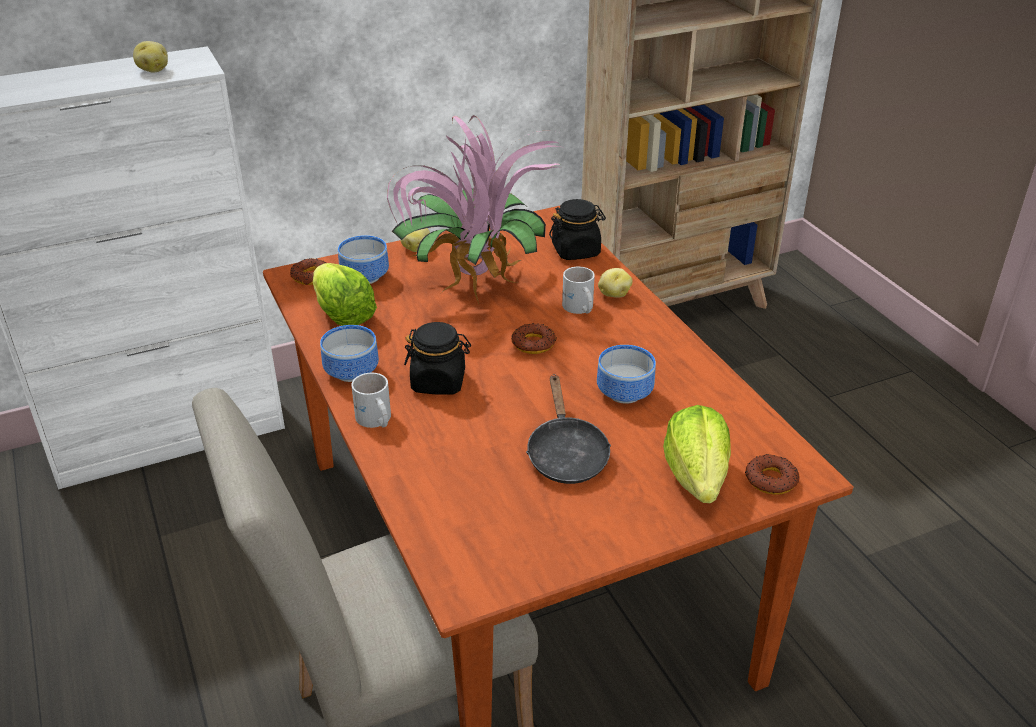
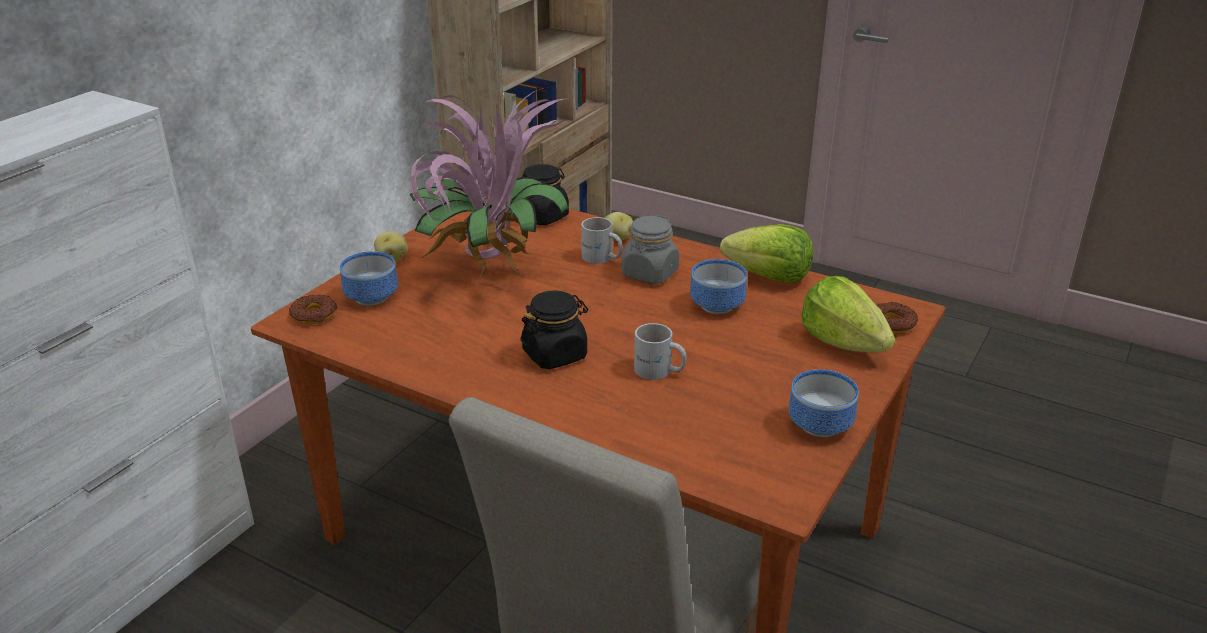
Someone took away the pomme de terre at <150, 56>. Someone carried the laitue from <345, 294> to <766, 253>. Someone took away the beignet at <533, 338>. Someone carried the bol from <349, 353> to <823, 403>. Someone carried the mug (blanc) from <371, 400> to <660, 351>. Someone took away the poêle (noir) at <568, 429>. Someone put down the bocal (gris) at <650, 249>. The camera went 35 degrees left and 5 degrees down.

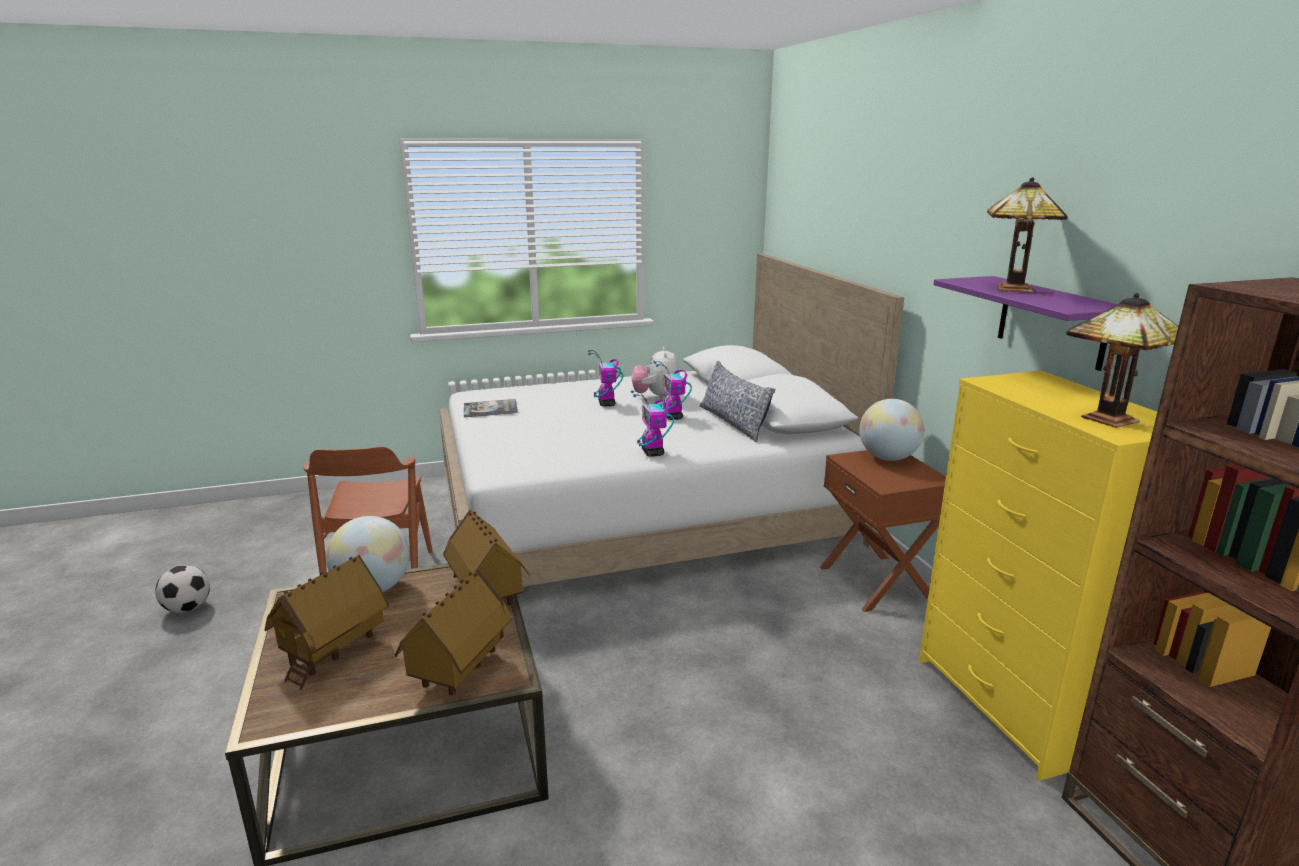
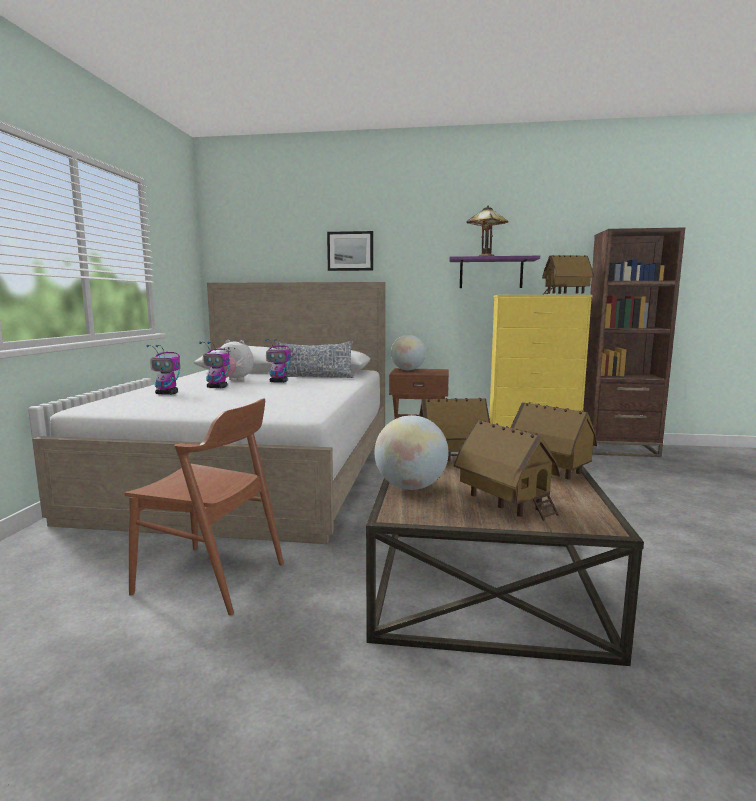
Someone swapped the lampe de table at <1122, 360> for the maison miniature at <568, 275>. Someone carried the robot jouet from <652, 423> to <163, 370>. Someone took away the livre at <491, 408>. Someone took away the ballon de foot at <182, 589>. Someone put up the tableau at <350, 251>. The camera went 65 degrees left and 10 degrees down.

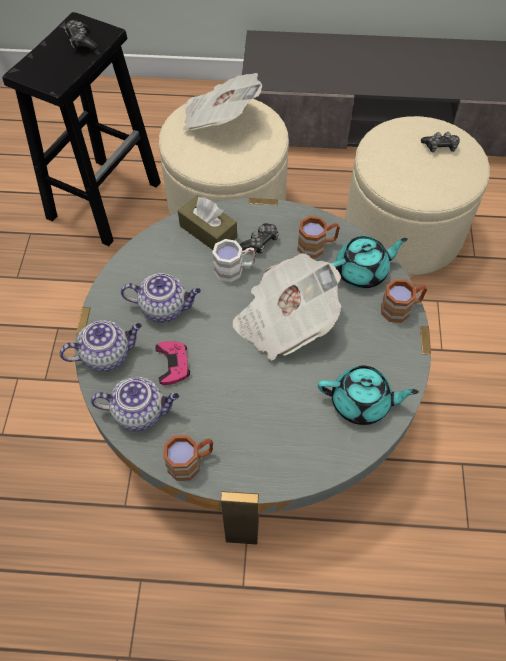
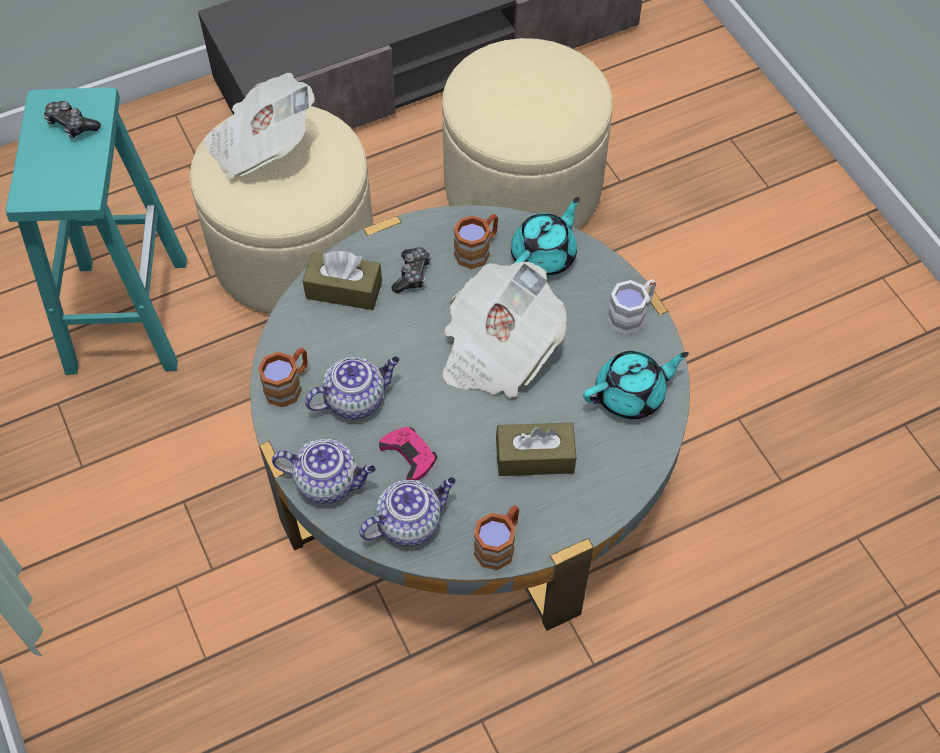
Someone repainted the tabouret (noir) at <81, 129>, which became the tabouret (turquoise) at <96, 231>. Someone took away the manette at <440, 142>. Someone carried the mug (blanc) from <234, 260> to <631, 307>. Someone carried the mug (marron) from <404, 301> to <283, 377>. Someone rotated the théière at <101, 346> by 60 degrees clockwise. Someone put down the boîte à mouchoirs (marron) at <536, 449>. The camera went 30 degrees left and 0 degrees up.

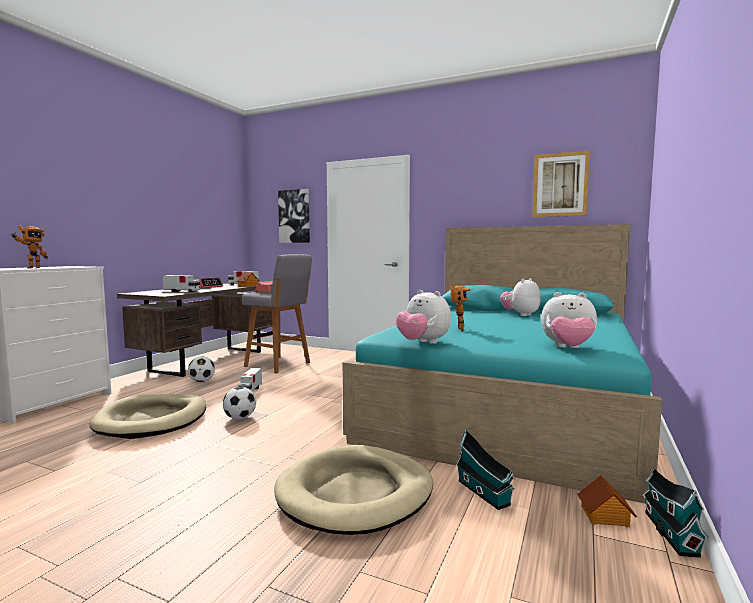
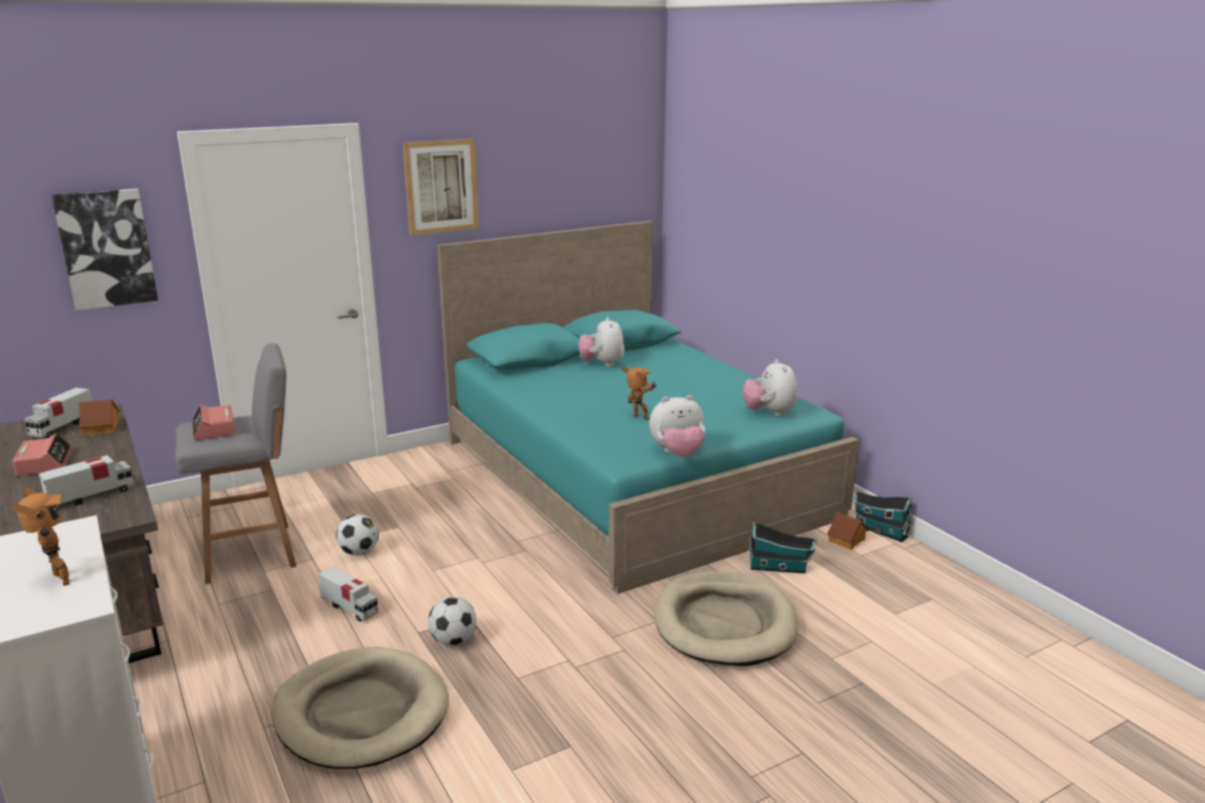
Someone carried the tableau from <561, 183> to <441, 187>. Someone rotated the peluche at <569, 320> by 120 degrees clockwise. Someone carried the ballon de foot from <201, 369> to <357, 535>. The camera went 55 degrees left and 15 degrees up.

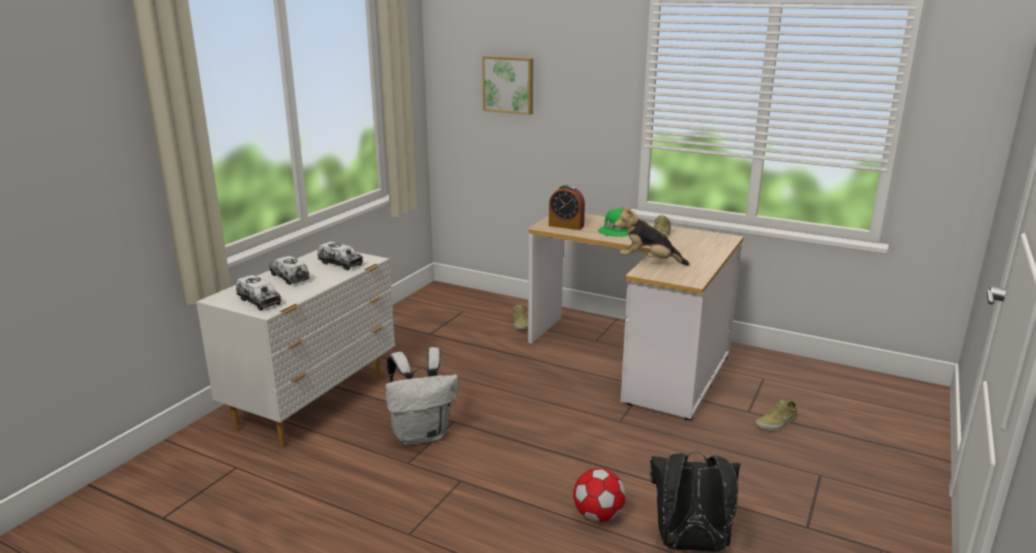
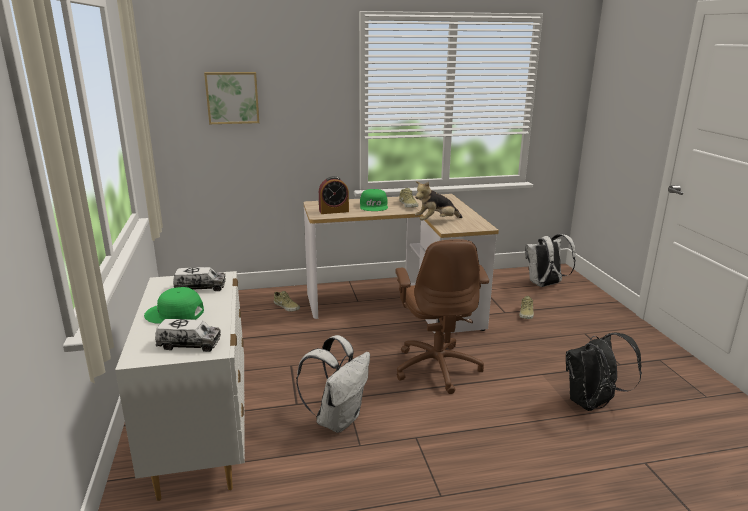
Someone swapped the camion jouet at <289, 270> for the casquette (vert) at <174, 305>. Someone took away the ballon de foot at <599, 495>. Someone put down the sac à dos (blanc) at <550, 260>. Someone put down the chaise de bureau (marron) at <442, 316>. The camera went 40 degrees left and 0 degrees up.

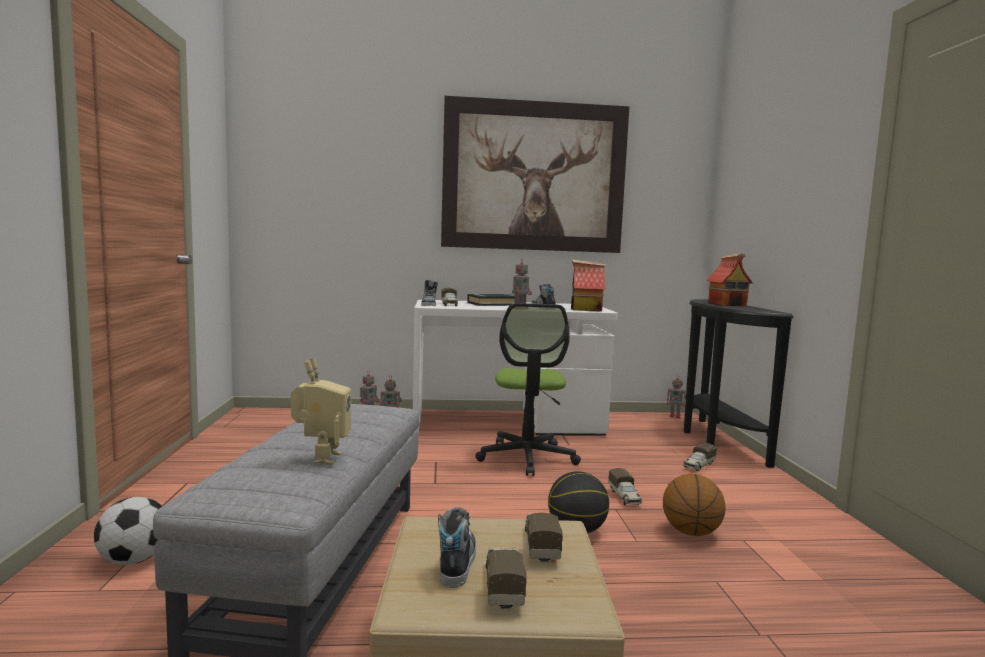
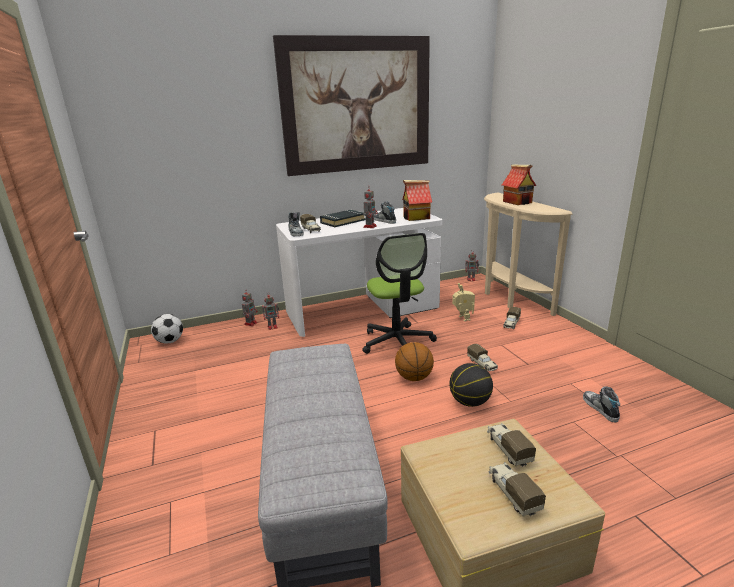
Someone repainted the table console (noir) at <739, 383>, which became the table console (beige) at <528, 254>. Someone carried the robot jouet from <321, 411> to <463, 302>. Someone carried the ballon de basket from <694, 505> to <414, 361>. Someone carried the ballon de foot from <128, 531> to <167, 329>. Someone carried the chaussure from <457, 547> to <601, 404>. The camera went 15 degrees left and 15 degrees up.

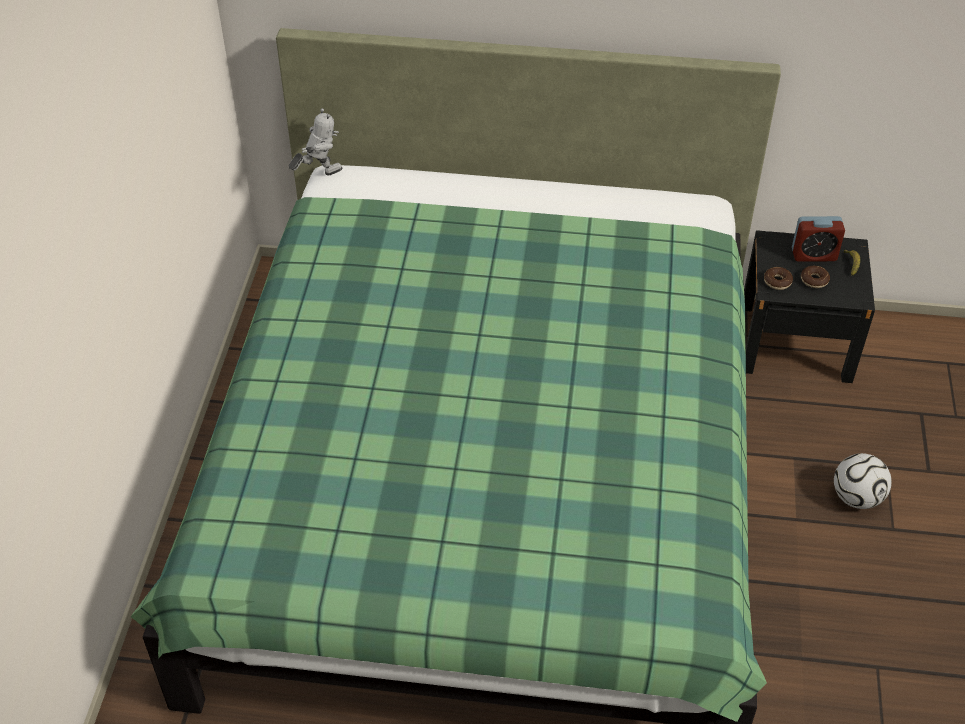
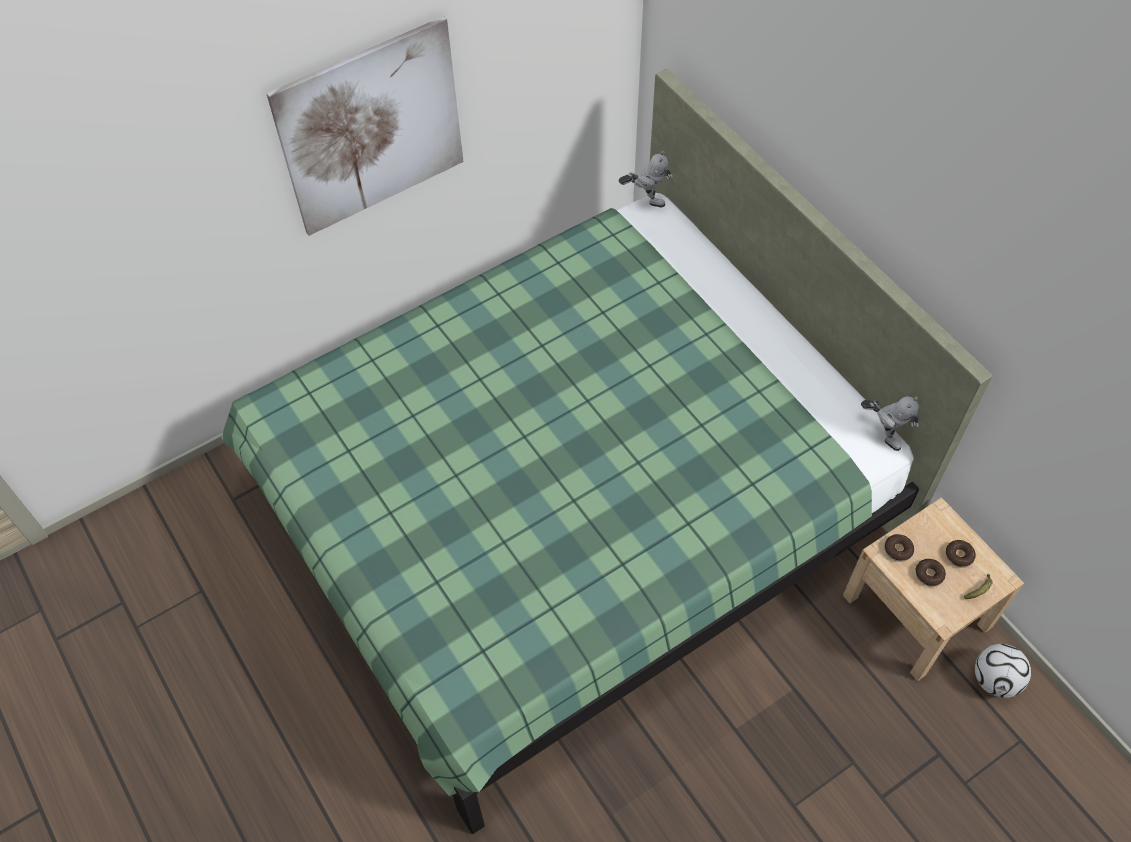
Someone swapped the réveil at <818, 239> for the beignet at <960, 554>. Someone repainted the table de chevet (noir) at <809, 306>, which became the table de chevet (beige) at <933, 589>. Someone carried the ballon de foot from <863, 481> to <1003, 671>. Someone put up the tableau at <365, 126>. Someone put down the robot jouet at <890, 423>. The camera went 50 degrees right and 10 degrees up.

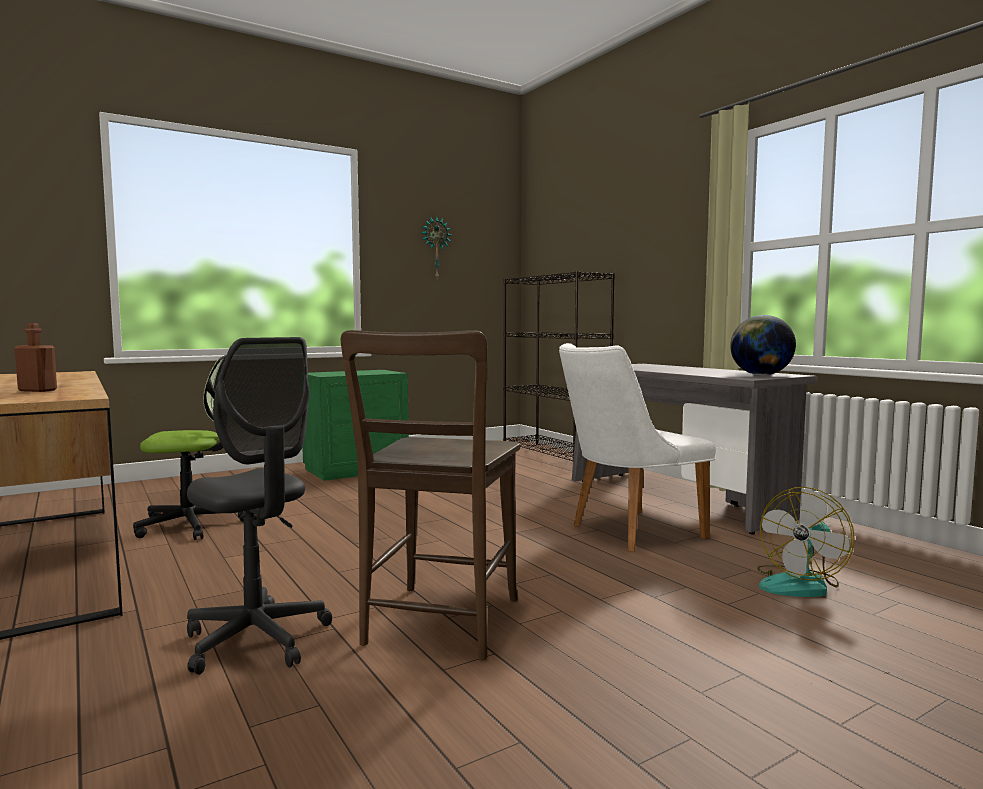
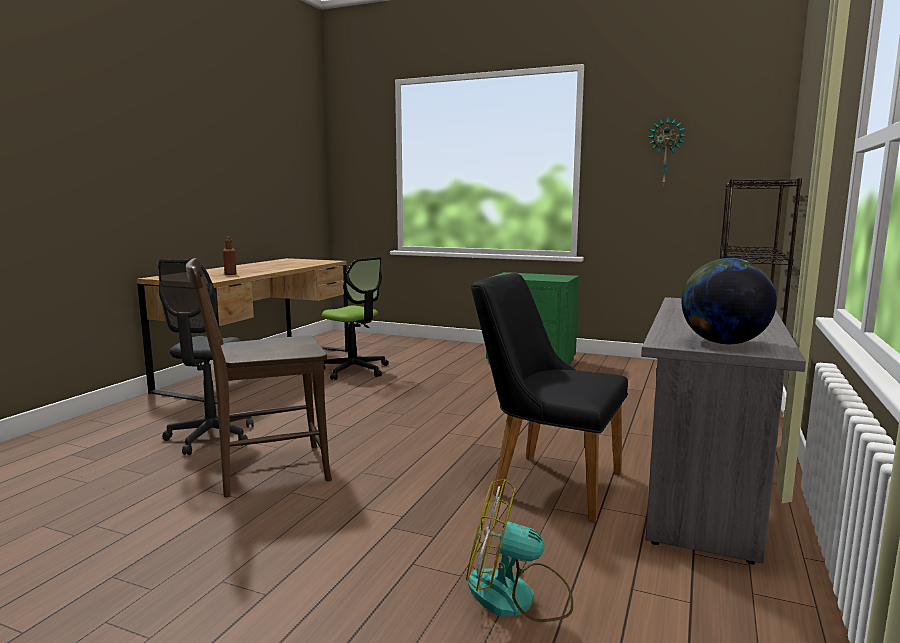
Someone repainted the chaise (blanc) at <637, 447>, which became the chaise (noir) at <549, 398>. The camera went 55 degrees right and 5 degrees up.

